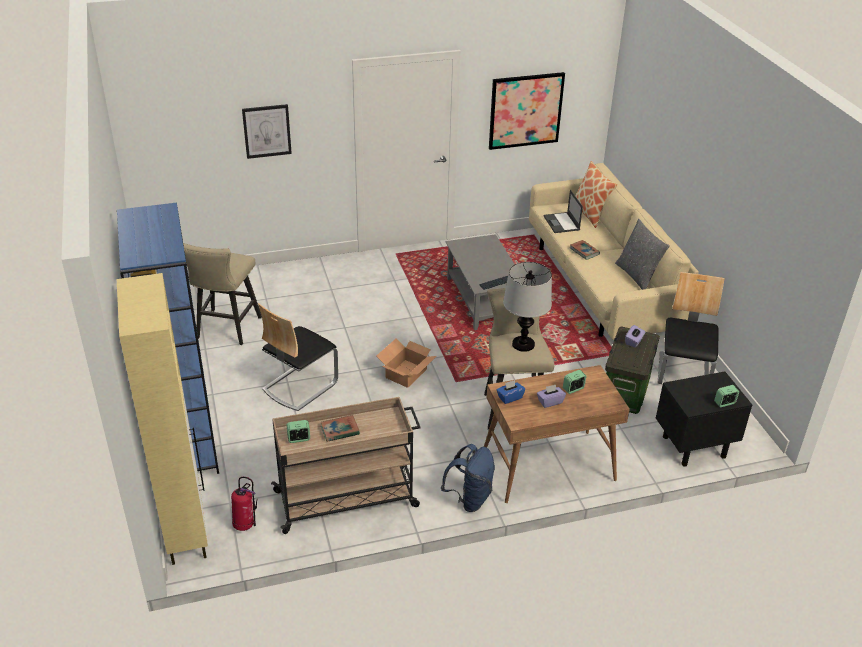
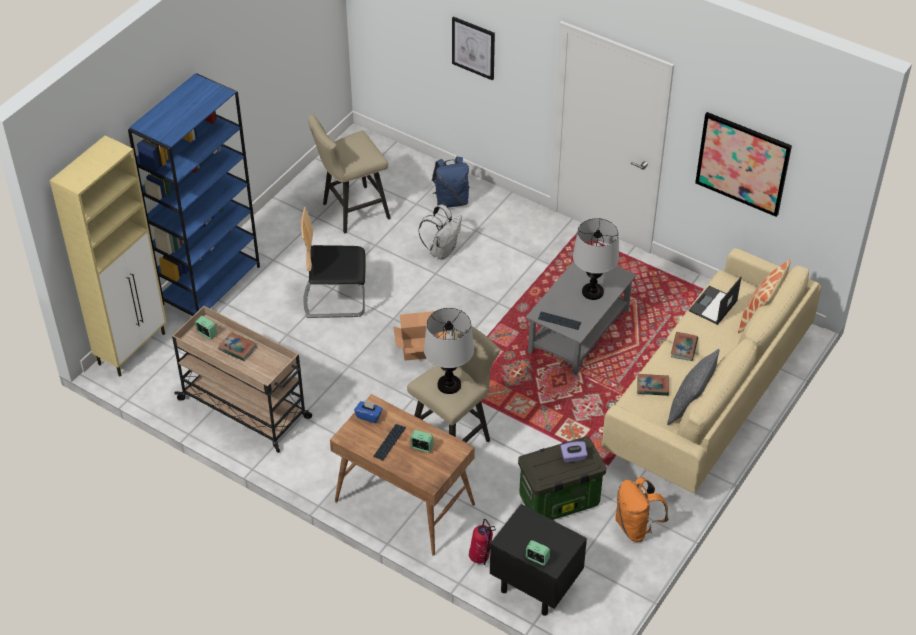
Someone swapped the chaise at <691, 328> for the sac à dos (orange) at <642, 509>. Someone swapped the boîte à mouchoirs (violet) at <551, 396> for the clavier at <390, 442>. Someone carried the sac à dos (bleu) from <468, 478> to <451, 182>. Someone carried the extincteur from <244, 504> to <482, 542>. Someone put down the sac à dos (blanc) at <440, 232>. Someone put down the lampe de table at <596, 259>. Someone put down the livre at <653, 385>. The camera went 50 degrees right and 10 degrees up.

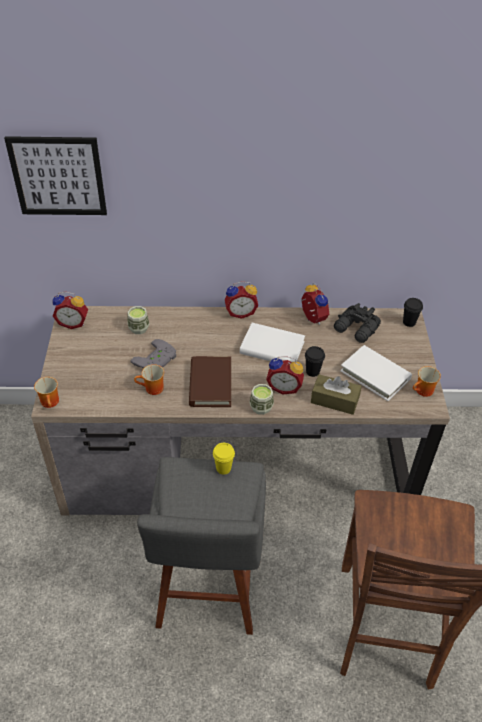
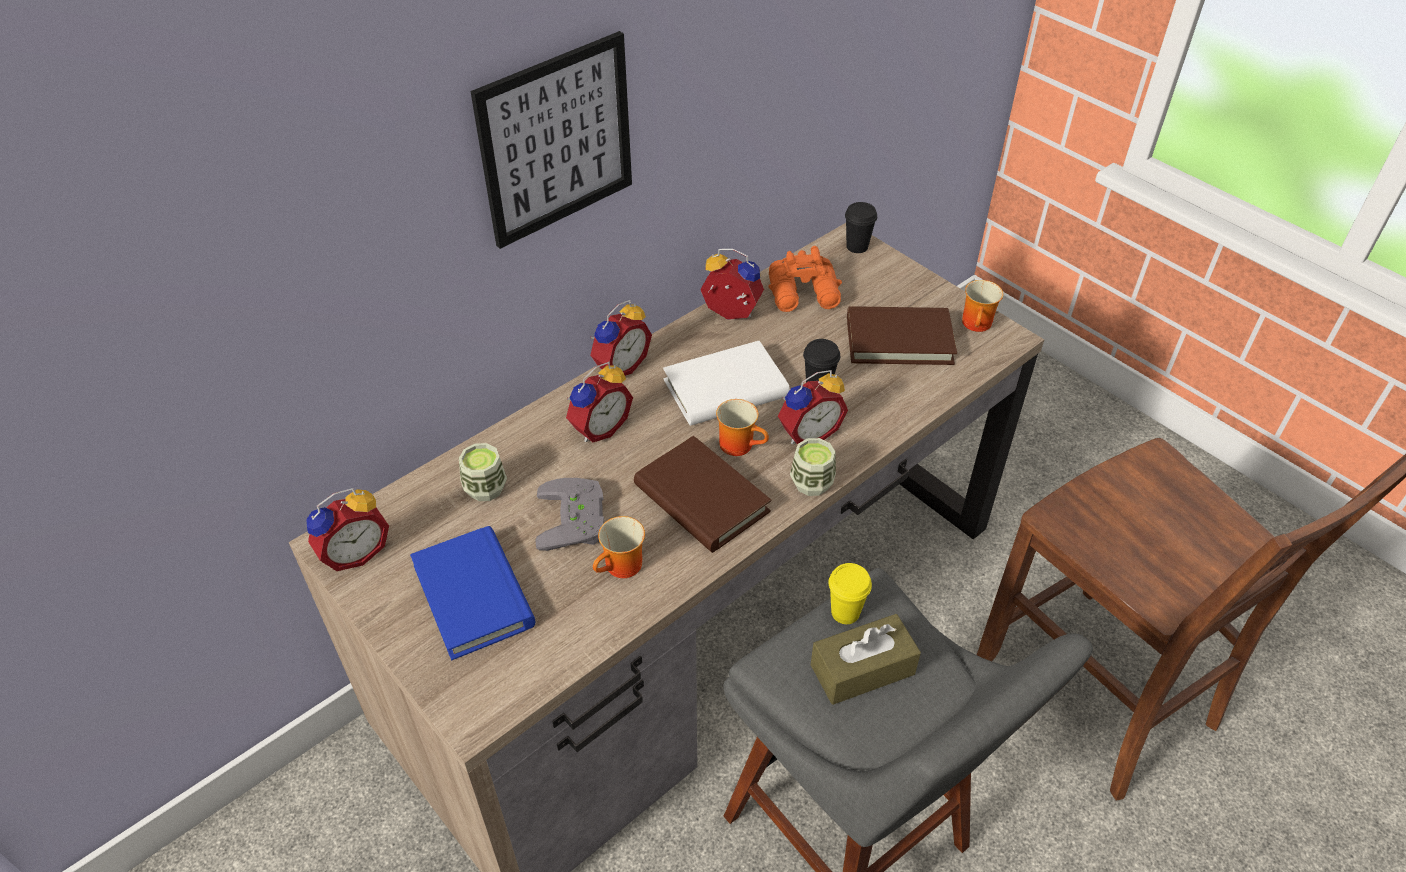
Someone carried the tableau from <55, 175> to <551, 140>. Someone repainted the jumelles (noir) at <357, 323>, which became the jumelles (orange) at <805, 279>. Someone repainted the livre (blanc) at <376, 373>, which became the livre (marron) at <902, 335>. Someone carried the boîte à mouchoirs (marron) from <336, 394> to <866, 659>. Someone carried the mug from <46, 392> to <742, 427>. Someone put down the réveil at <599, 402>. Someone put down the livre (bleu) at <472, 593>. The camera went 40 degrees left and 0 degrees up.

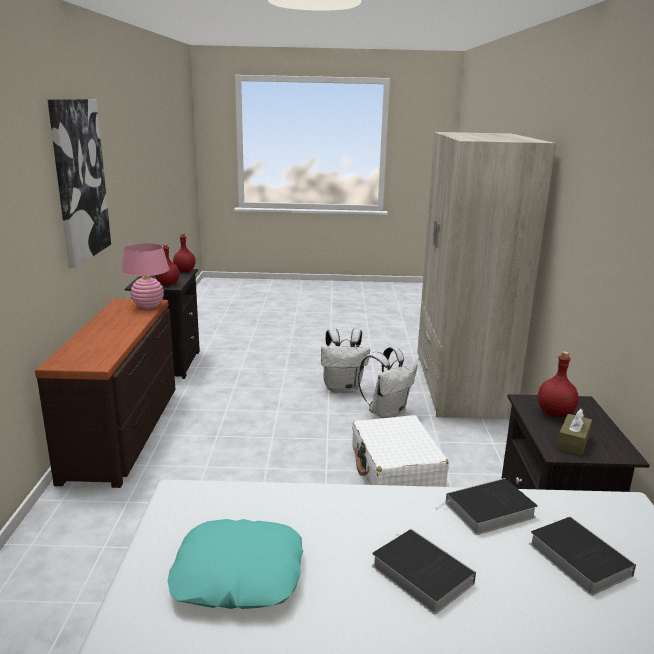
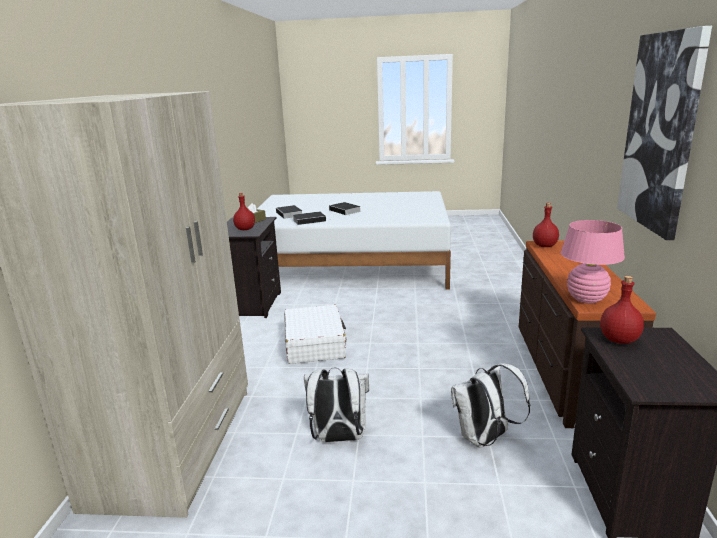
Someone carried the bouteille (rouge) from <184, 252> to <546, 225>. Someone carried the sac à dos (blanc) from <388, 382> to <490, 405>. Someone took away the coussin (turquoise) at <235, 564>. The camera went 175 degrees left and 0 degrees up.

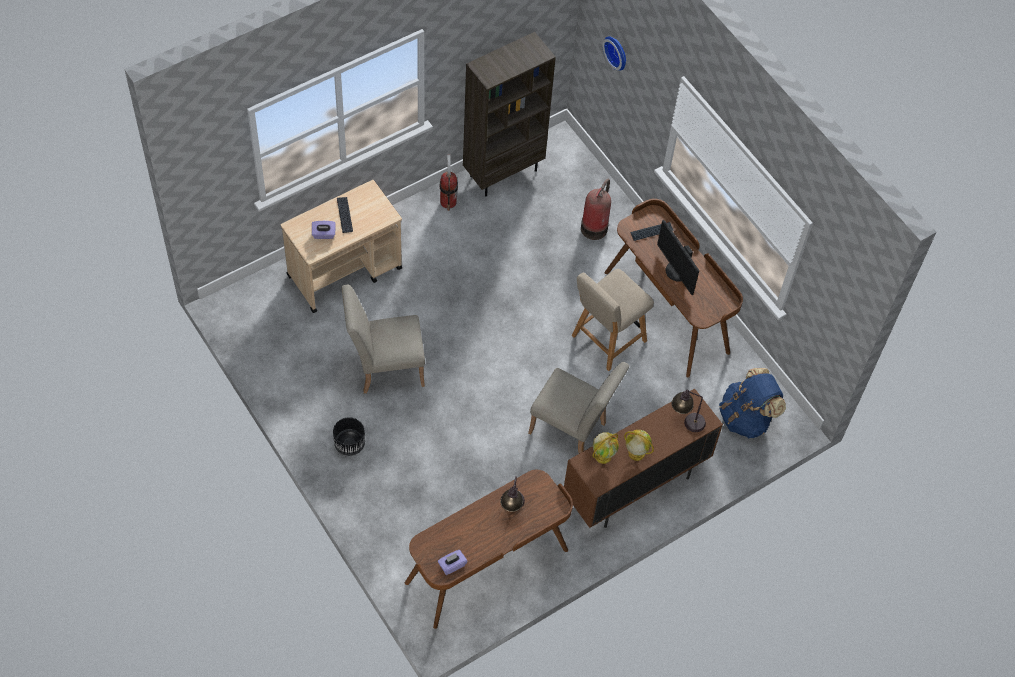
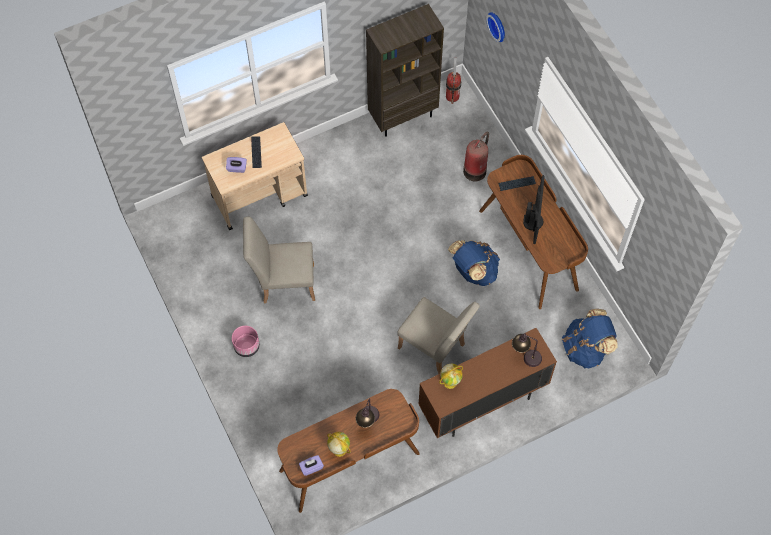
Someone carried the extincteur from <449, 183> to <453, 81>. Someone rotated the écran d'ordinateur at <678, 257> by 150 degrees counterclockwise. Someone swapped the chaise (beige) at <613, 320> for the sac à dos (bleu) at <474, 263>. Someone repainted the cache-pot (noir) at <349, 436>, which became the cache-pot (rose) at <246, 341>. Someone carried the globe from <639, 445> to <339, 444>. The camera went 10 degrees right and 5 degrees up.

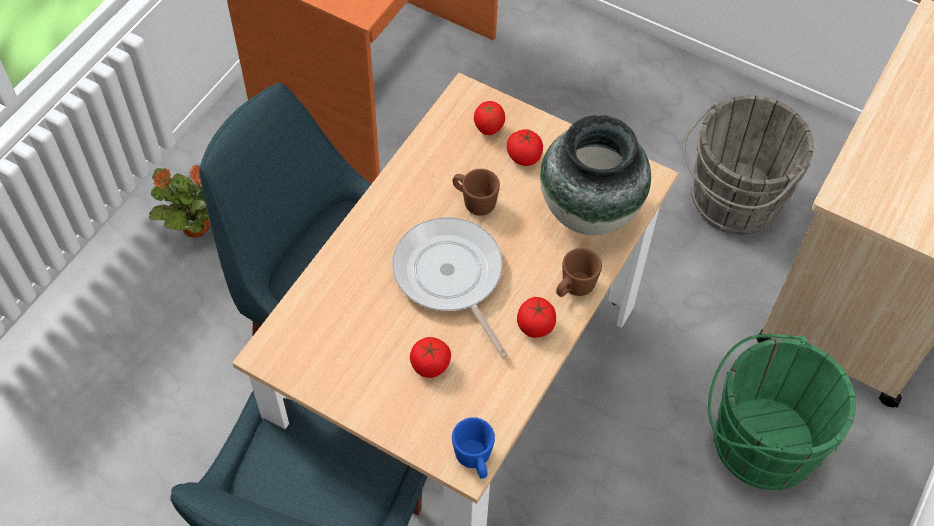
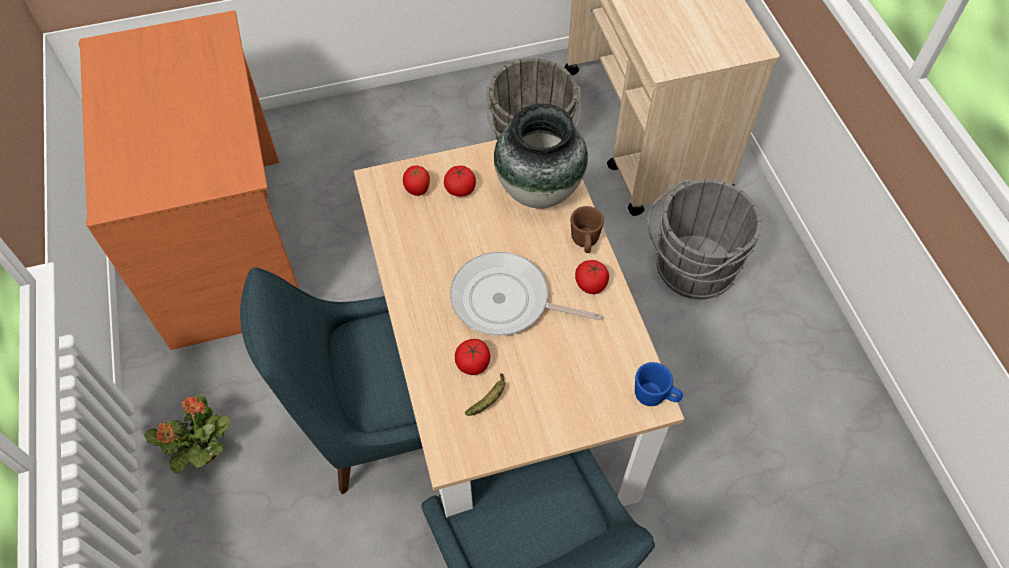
Someone took away the mug (marron) at <476, 192>. Someone repainted the seau (vert) at <782, 412>, which became the seau (gris) at <704, 239>. Someone carried the tomate from <430, 357> to <473, 357>. Someone put down the banane at <485, 394>. The camera went 45 degrees left and 0 degrees up.

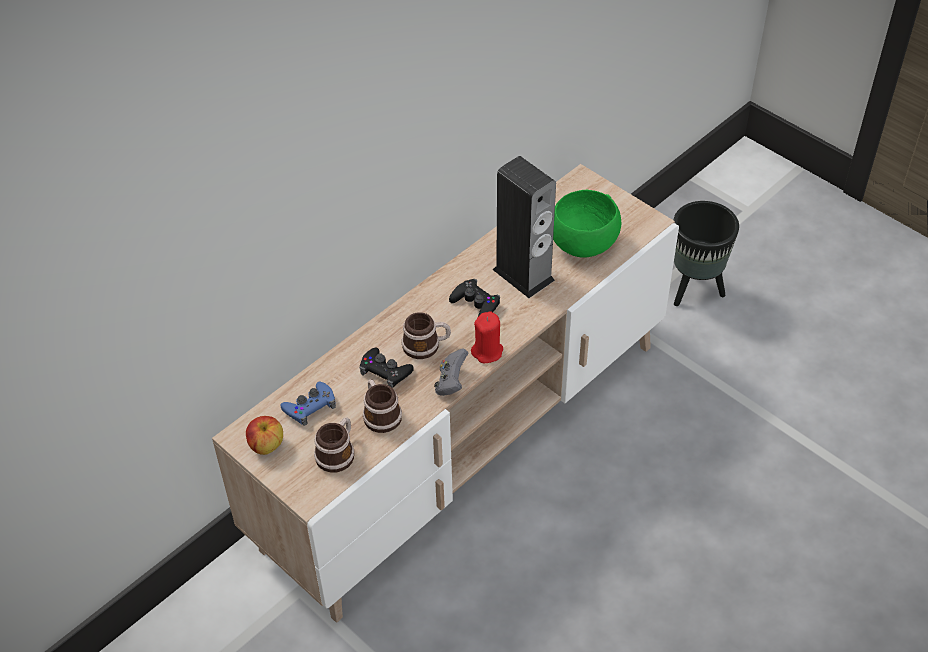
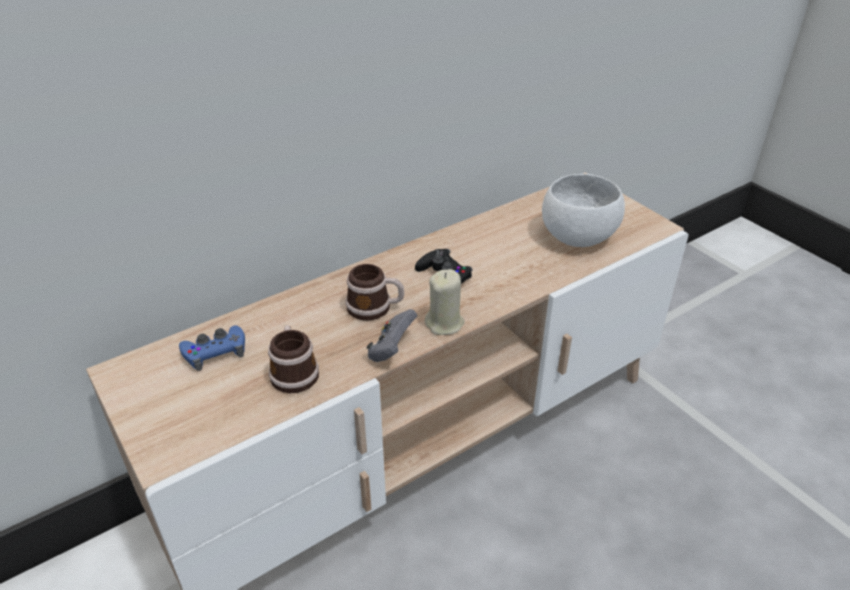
Someone took away the enceinte at <524, 227>. Someone repainted the bol (vert) at <587, 224>, which became the bol (blanc) at <583, 210>. Someone took away the cache-pot (noir) at <706, 253>. Someone repainted the bougie (rouge) at <487, 337>, which became the bougie (beige) at <445, 302>. Someone took away the manette (noir) at <387, 368>. Someone took away the pomme at <264, 435>. Someone took away the mug at <334, 445>. The camera went 10 degrees right and 10 degrees down.

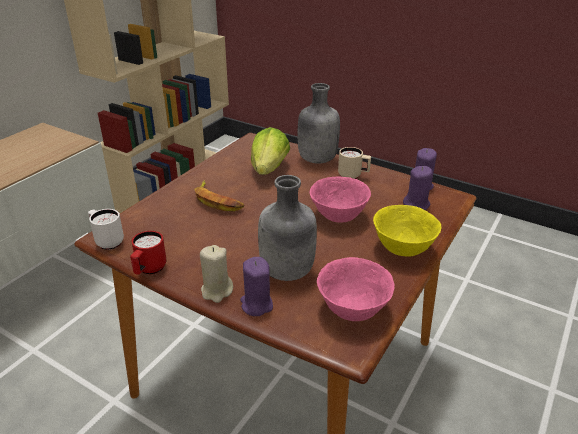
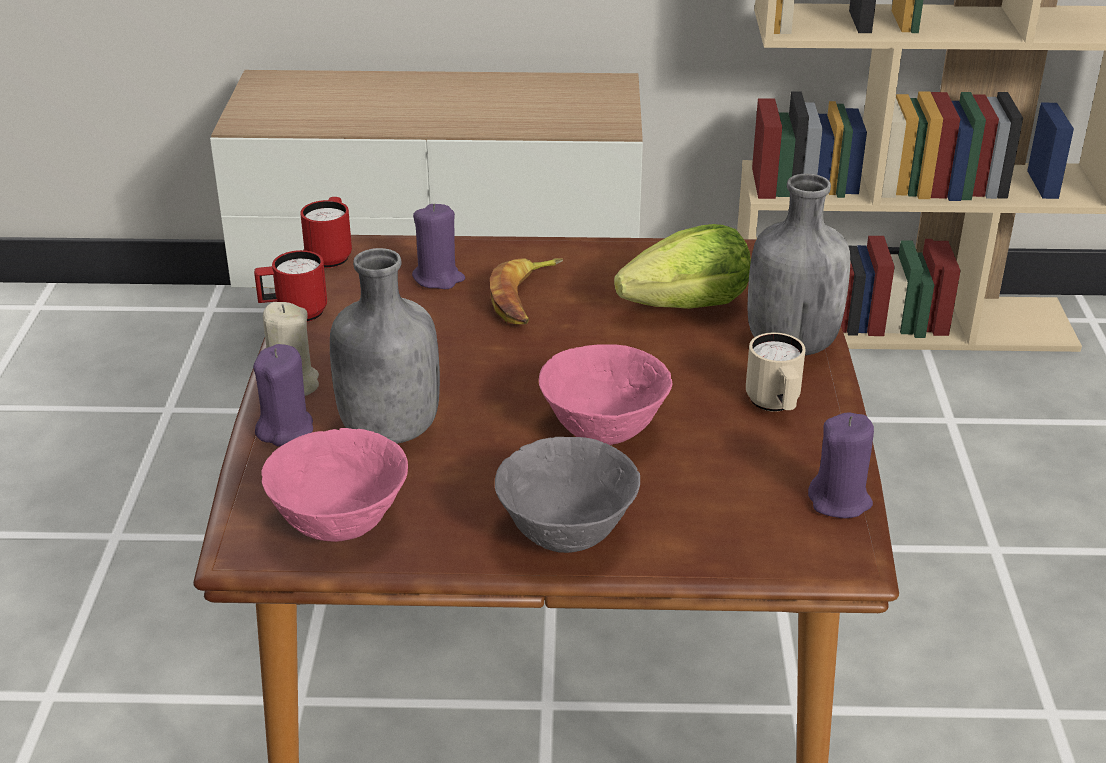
Someone carried the bougie (violet) from <418, 188> to <438, 246>. Someone repainted the bol (jaune) at <407, 231>, which became the bol (gris) at <567, 495>. Someone repainted the mug (blanc) at <106, 229>, which became the mug (rouge) at <326, 232>. The camera went 60 degrees right and 0 degrees up.

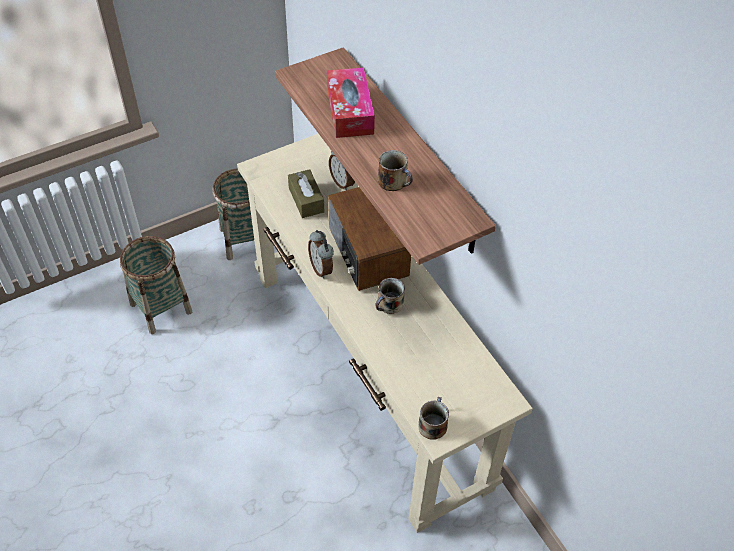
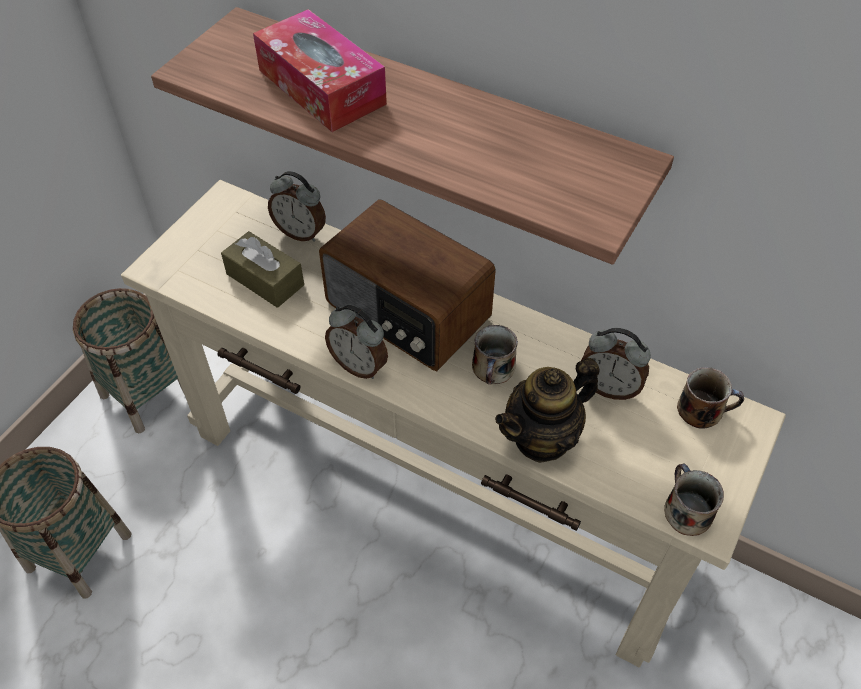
Someone carried the mug from <395, 170> to <710, 398>. Someone put down the réveil at <616, 364>. Someone put down the théière at <547, 410>. The camera went 30 degrees left and 0 degrees up.

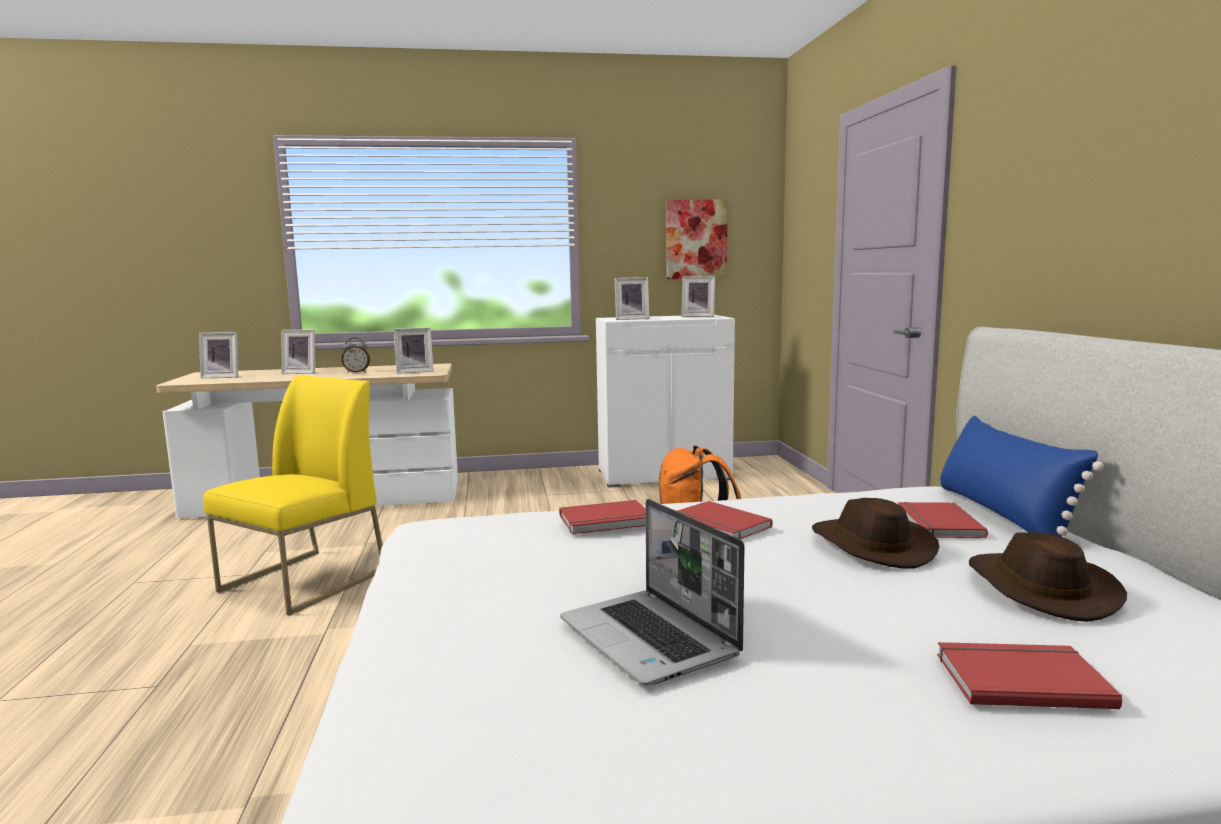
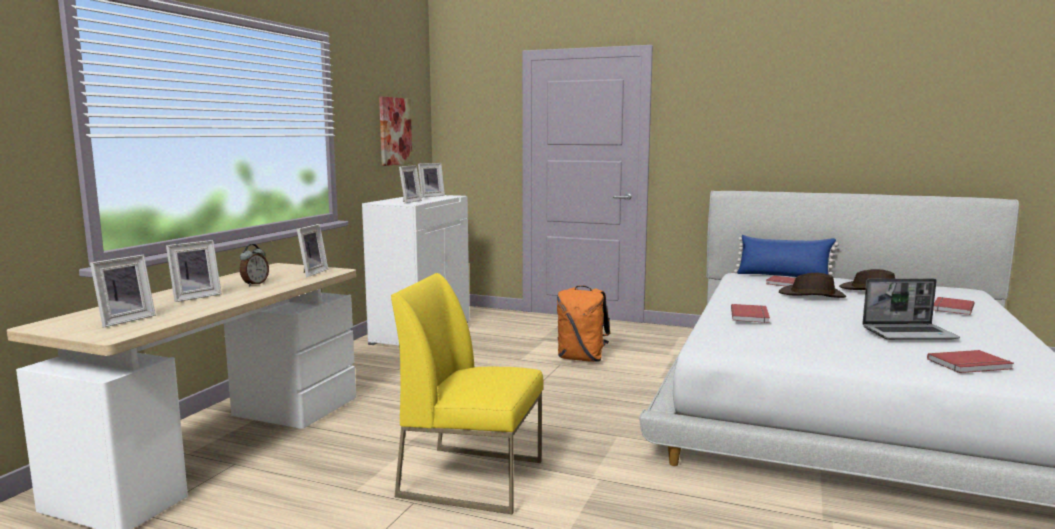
Someone rotated the chaise (jaune) at <293, 495> by 45 degrees counterclockwise. Someone carried the livre (rouge) from <724, 520> to <970, 361>. The camera went 60 degrees left and 0 degrees up.

